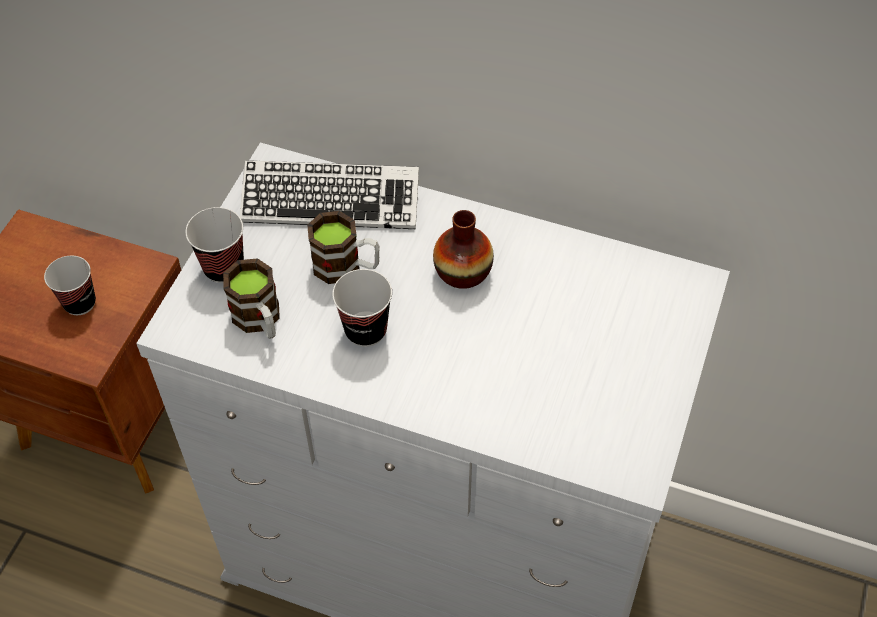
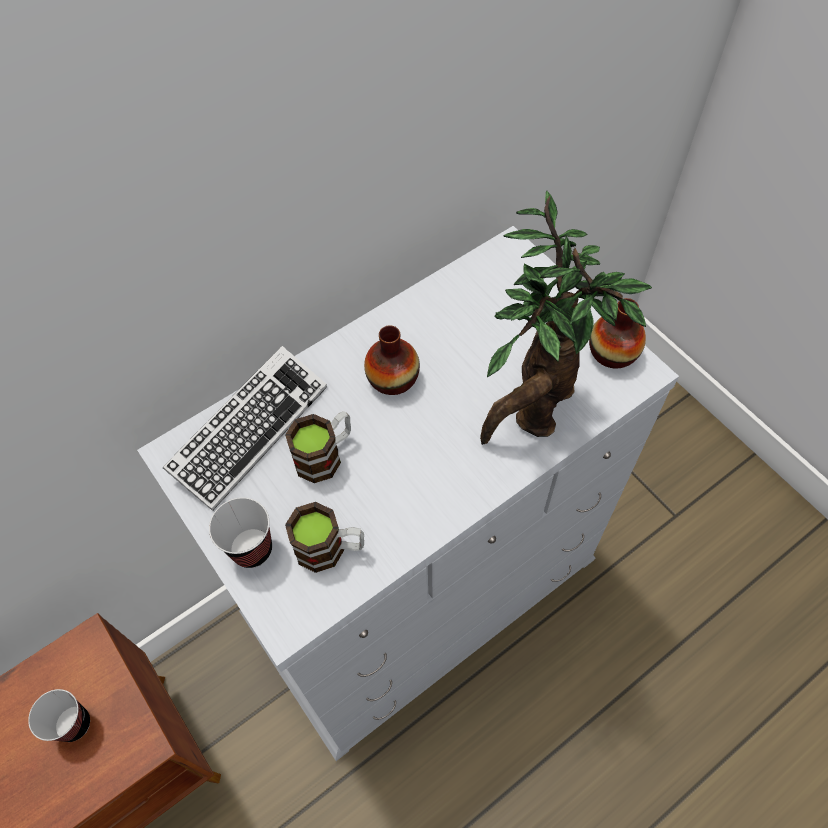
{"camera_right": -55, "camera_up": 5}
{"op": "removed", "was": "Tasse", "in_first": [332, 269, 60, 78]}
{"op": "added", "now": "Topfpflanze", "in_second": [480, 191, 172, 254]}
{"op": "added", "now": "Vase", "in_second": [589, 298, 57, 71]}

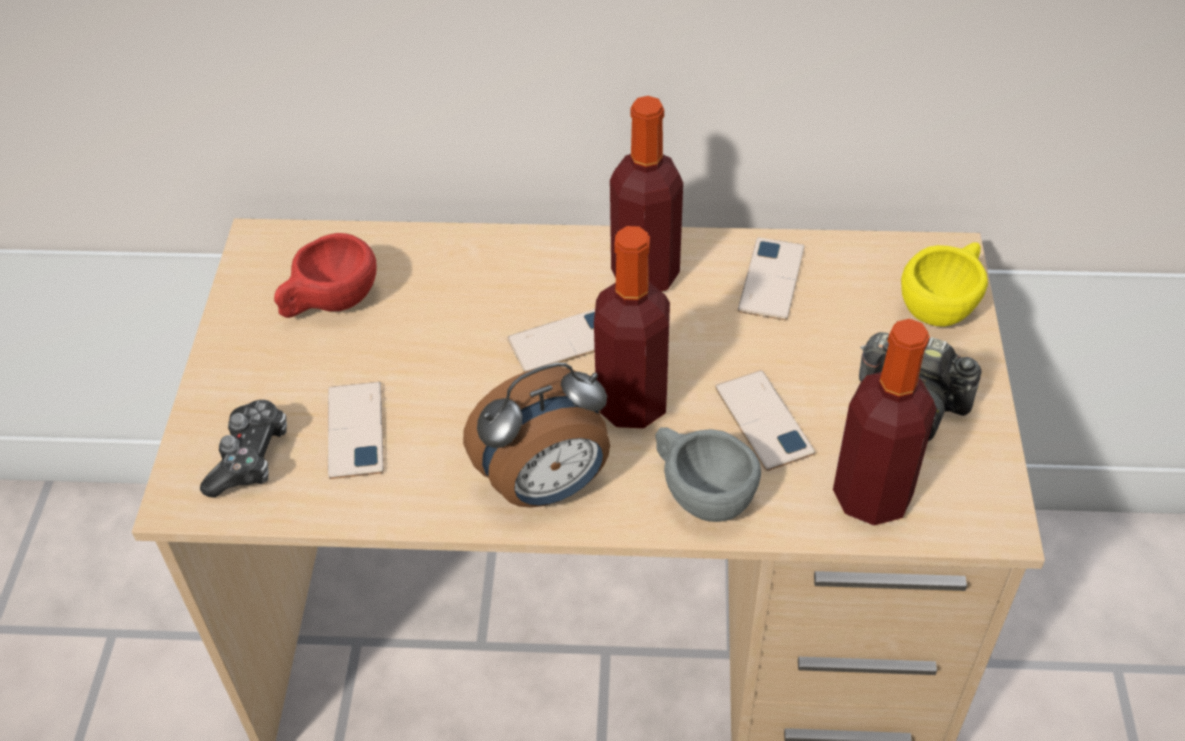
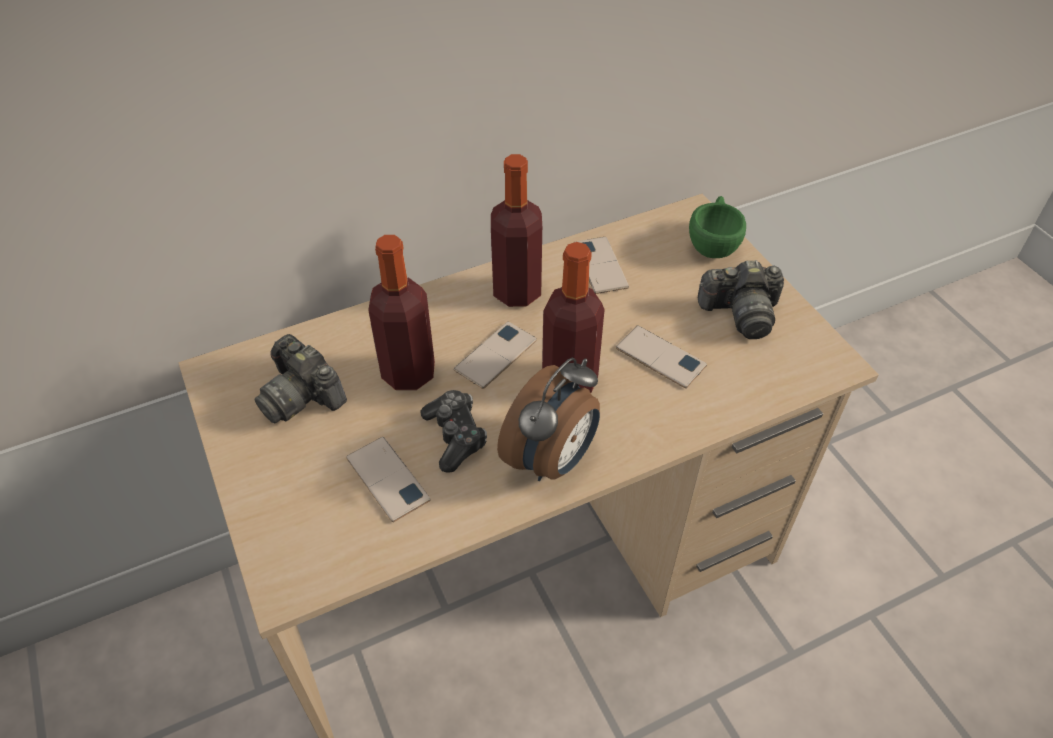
{"camera_right": -30, "camera_up": 0}
{"op": "moved", "was": "Gamepad", "in_first": [200, 400, 87, 98], "in_second": [421, 390, 66, 82]}
{"op": "replaced", "was": "Tasse [rot]", "now": "Kamera", "in_first": [274, 233, 103, 85], "in_second": [254, 334, 93, 89]}
{"op": "removed", "was": "Tasse [grau]", "in_first": [655, 427, 106, 95]}
{"op": "moved", "was": "Flasche", "in_first": [833, 319, 104, 207], "in_second": [368, 235, 67, 155]}
{"op": "recoloured", "was": "Tasse [gelb]", "now": "Tasse [grün]", "in_first": [901, 242, 87, 85], "in_second": [689, 196, 57, 62]}

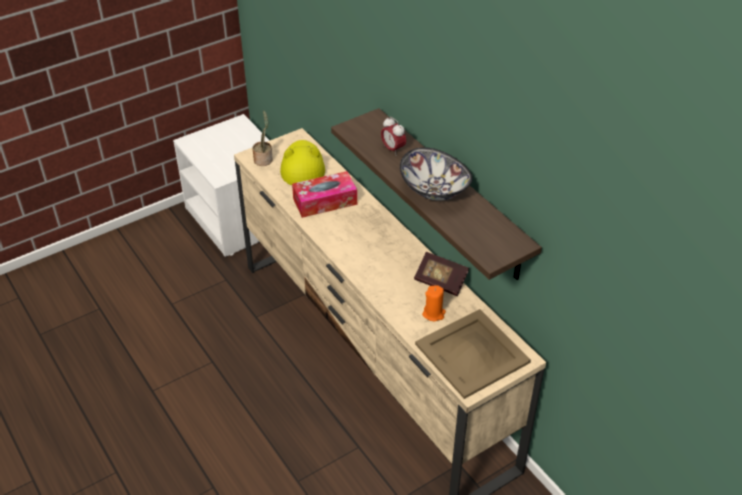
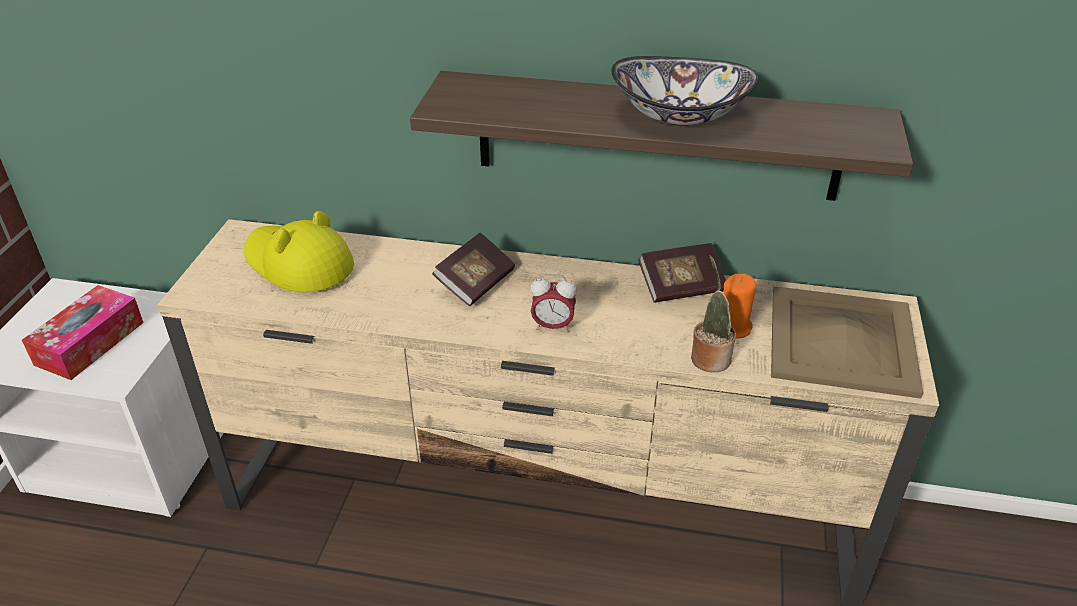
{"camera_right": -45, "camera_up": -5}
{"op": "moved", "was": "Topfpflanze", "in_first": [252, 111, 21, 55], "in_second": [691, 255, 45, 118]}
{"op": "moved", "was": "Taschentuchbox", "in_first": [292, 171, 65, 47], "in_second": [22, 285, 122, 95]}
{"op": "moved", "was": "Wecker", "in_first": [381, 117, 25, 39], "in_second": [530, 274, 47, 58]}
{"op": "added", "now": "Buch", "in_second": [432, 233, 83, 73]}

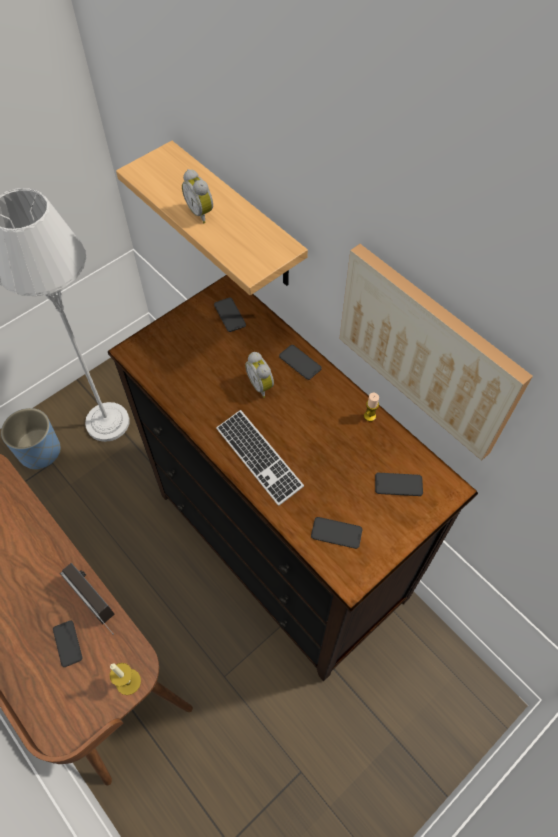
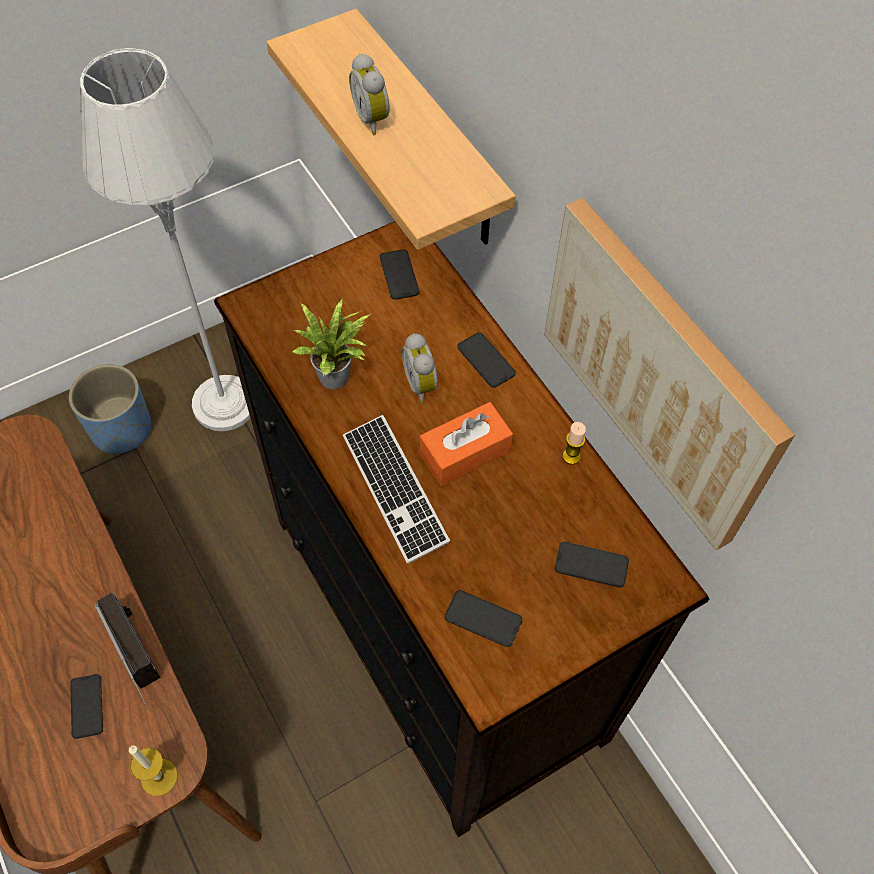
{"camera_right": 10, "camera_up": 0}
{"op": "added", "now": "Topfpflanze", "in_second": [292, 299, 79, 90]}
{"op": "added", "now": "Taschentuchbox [orange]", "in_second": [420, 402, 93, 84]}

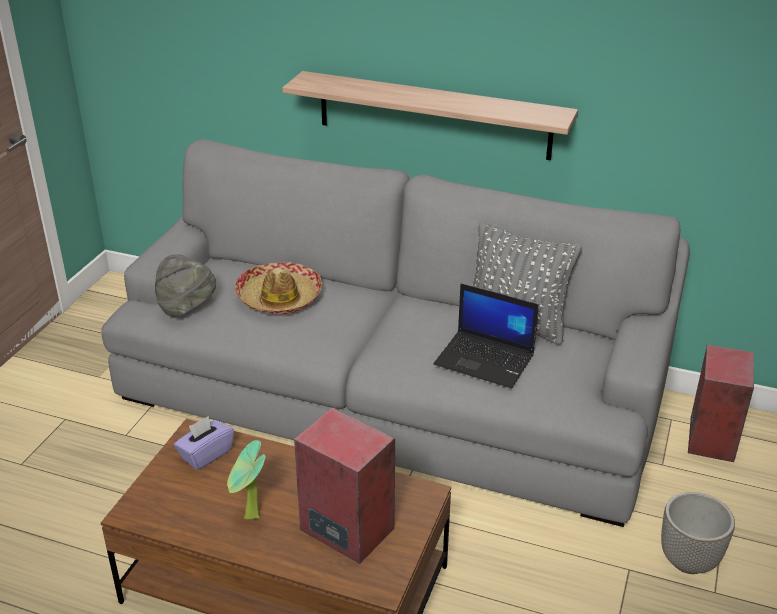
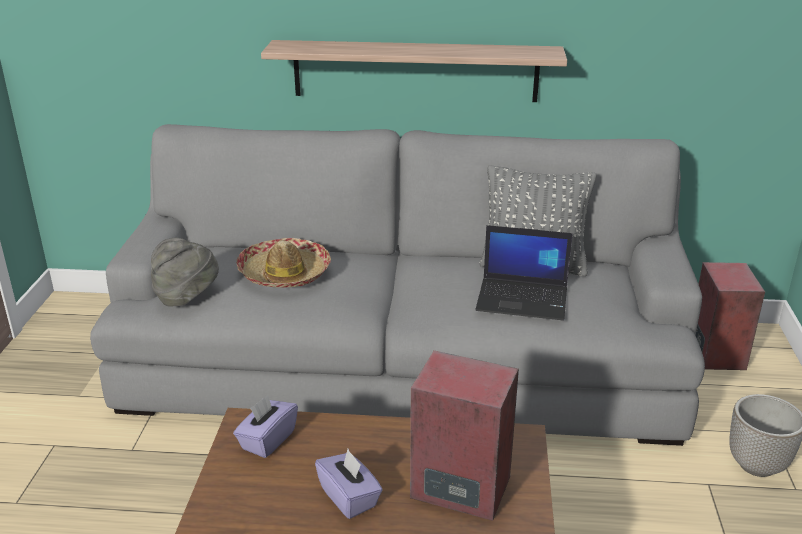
{"camera_right": -15, "camera_up": -5}
{"op": "replaced", "was": "Topfpflanze", "now": "Taschentuchbox [lila]", "in_first": [227, 440, 39, 79], "in_second": [315, 449, 68, 70]}

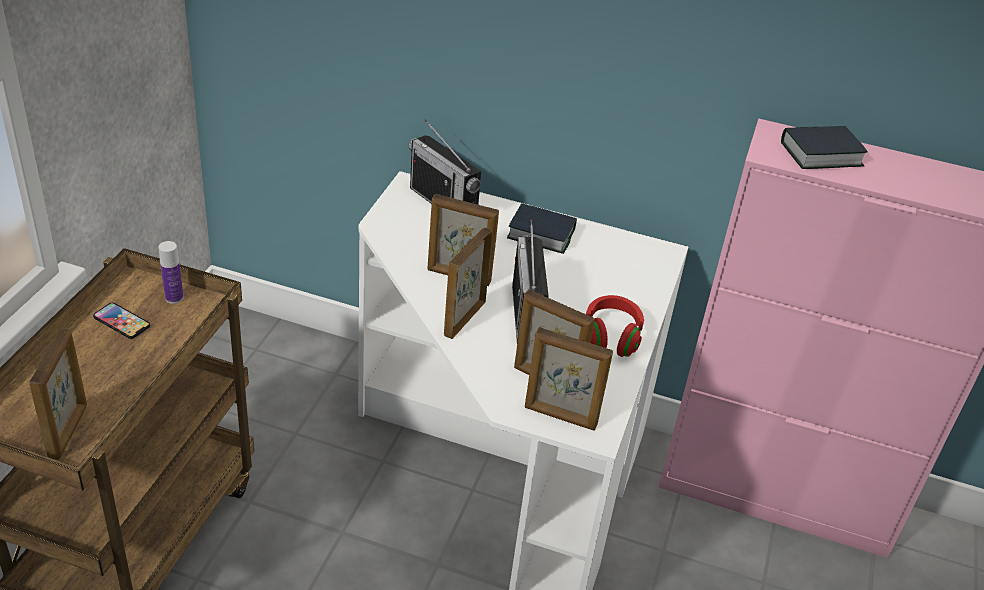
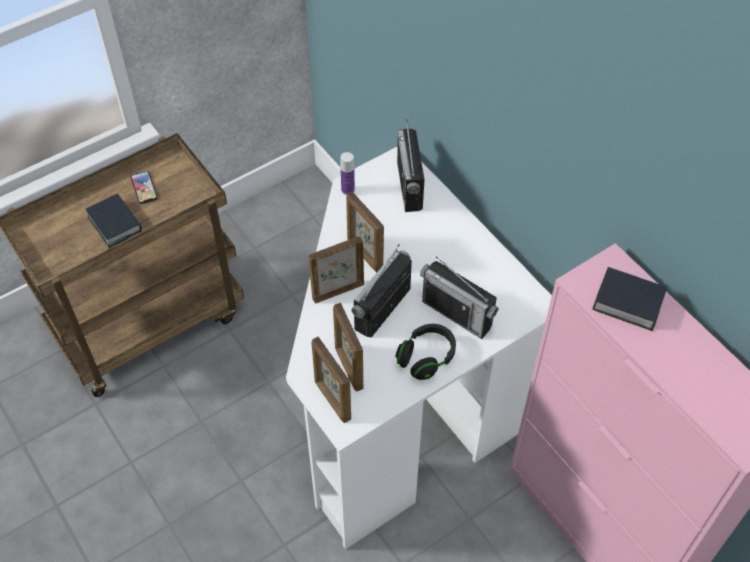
{"camera_right": 40, "camera_up": 15}
{"op": "removed", "was": "Bilderrahmen", "in_first": [29, 328, 58, 132]}
{"op": "moved", "was": "Flasche", "in_first": [158, 241, 26, 63], "in_second": [340, 152, 15, 43]}
{"op": "moved", "was": "Buch", "in_first": [507, 203, 70, 51], "in_second": [86, 194, 56, 54]}
{"op": "recoloured", "was": "Kopfhörer [rot]", "now": "Kopfhörer [schwarz]", "in_first": [586, 295, 58, 62], "in_second": [396, 324, 60, 56]}
{"op": "added", "now": "Radio", "in_second": [420, 256, 78, 83]}

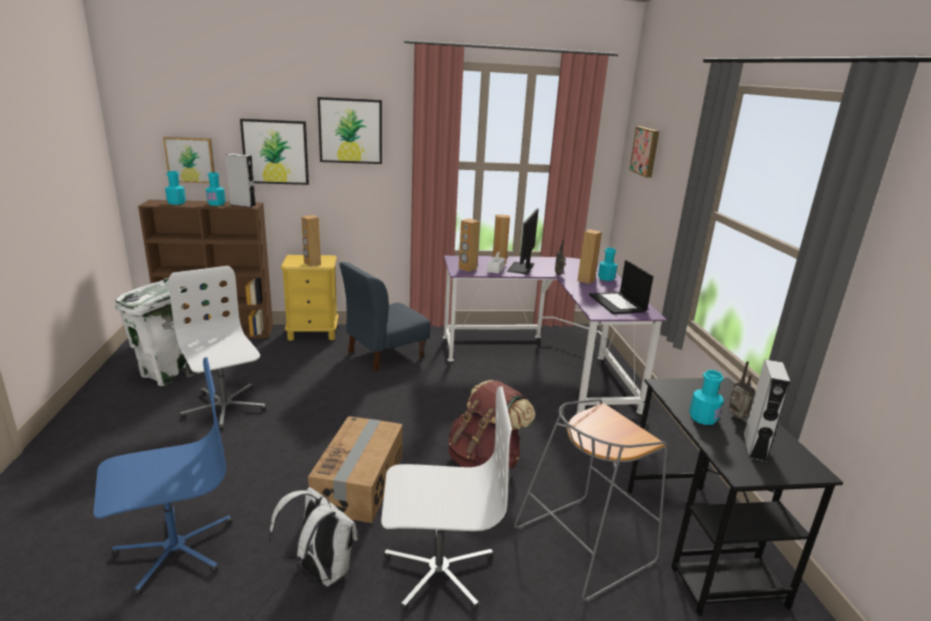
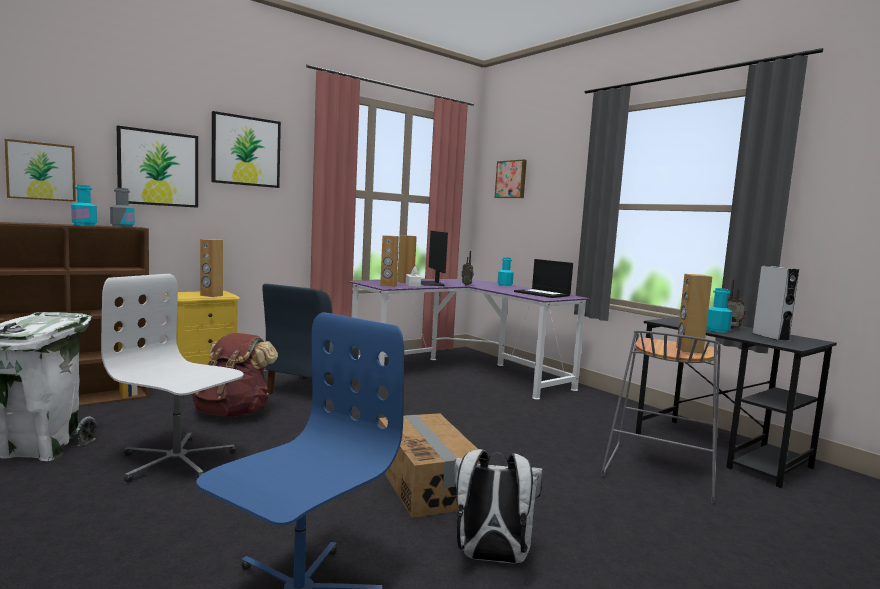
{"camera_right": -30, "camera_up": -15}
{"op": "removed", "was": "Flasche [türkis]", "in_first": [165, 171, 21, 34]}
{"op": "replaced", "was": "Lautsprecher [grau]", "now": "Flasche [grau]", "in_first": [225, 153, 31, 55], "in_second": [110, 188, 25, 39]}
{"op": "removed", "was": "Bürostuhl [weiß]", "in_first": [381, 386, 131, 225]}
{"op": "moved", "was": "Rucksack [braun]", "in_first": [448, 380, 87, 89], "in_second": [192, 333, 86, 84]}
{"op": "moved", "was": "Lautsprecher [braun]", "in_first": [578, 229, 24, 55], "in_second": [676, 274, 36, 79]}

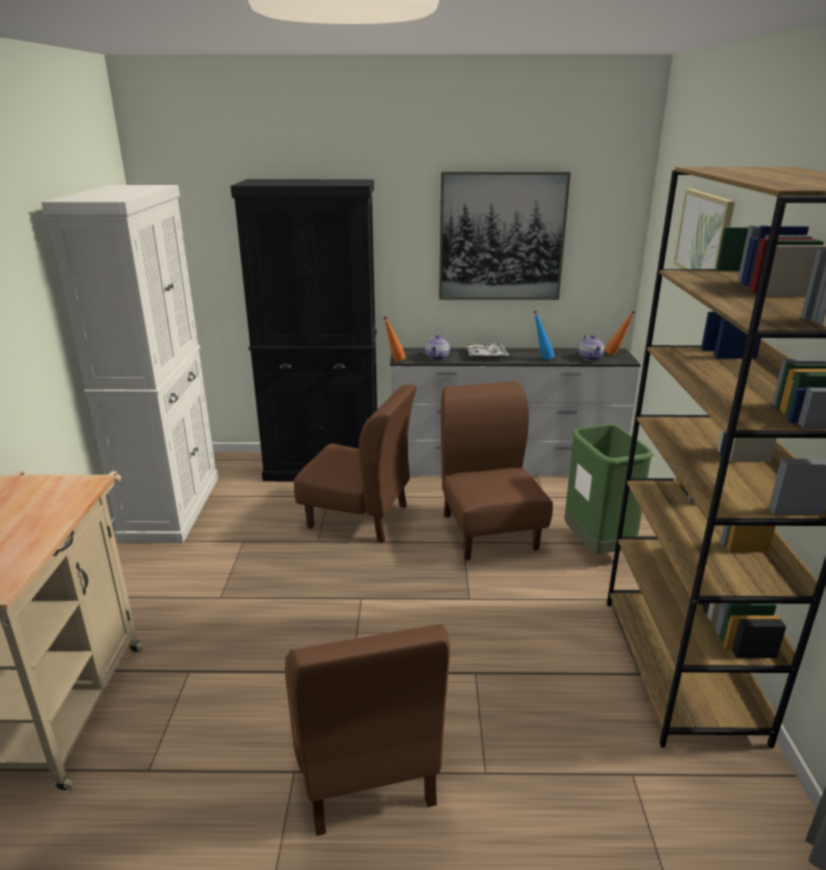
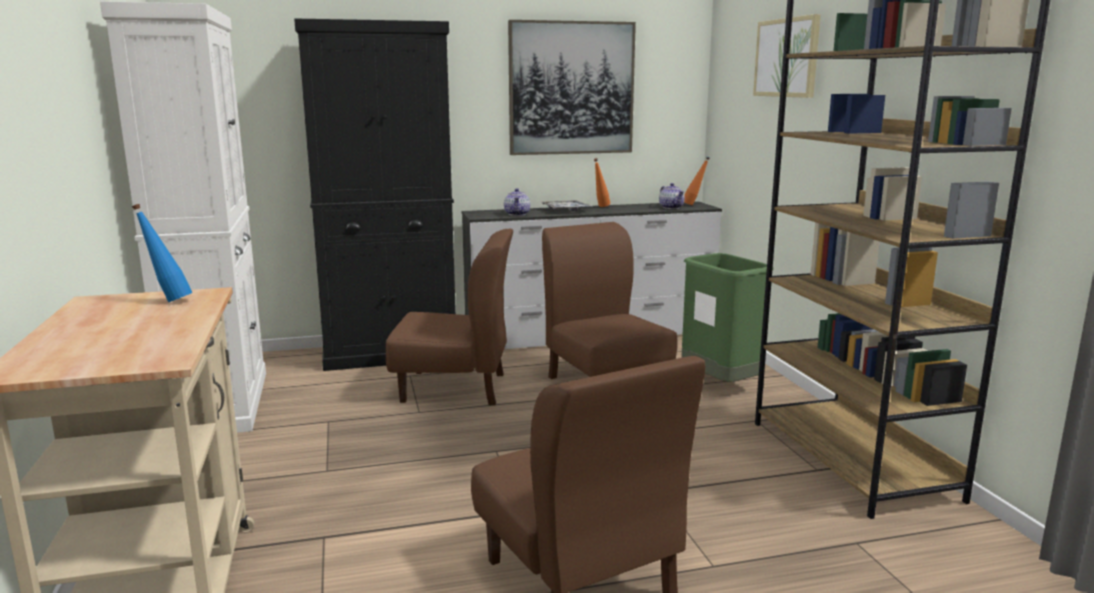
{"camera_right": -15, "camera_up": -10}
{"op": "moved", "was": "Flasche [orange]", "in_first": [383, 316, 23, 46], "in_second": [594, 158, 16, 49]}
{"op": "moved", "was": "Flasche [blau]", "in_first": [533, 310, 22, 50], "in_second": [132, 204, 60, 98]}

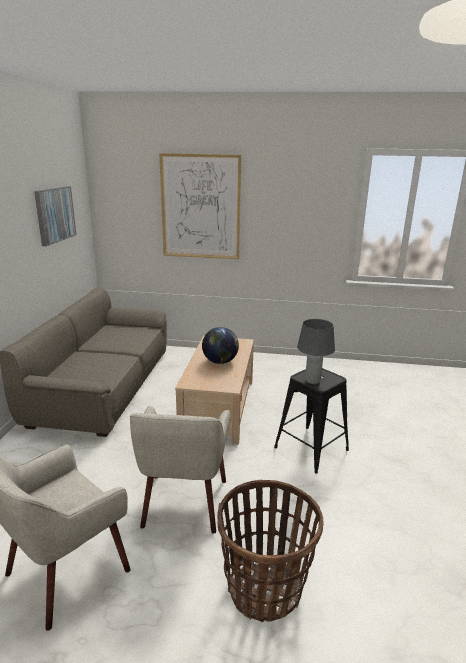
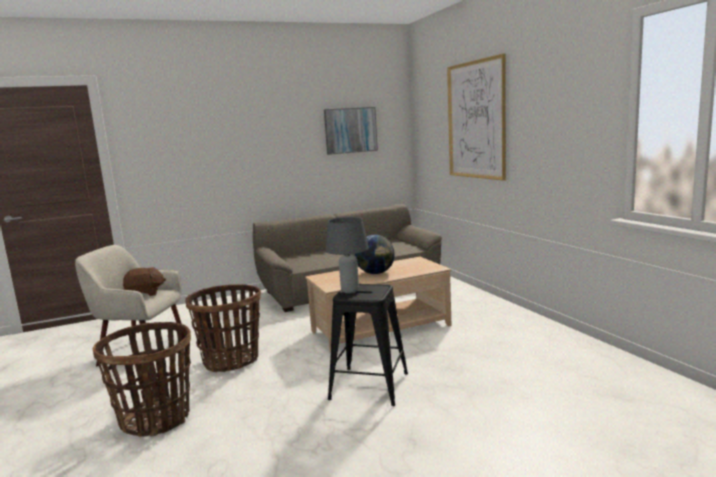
{"camera_right": 60, "camera_up": -10}
{"op": "replaced", "was": "Sessel [beige]", "now": "Korb", "in_first": [130, 406, 101, 128], "in_second": [185, 284, 76, 89]}
{"op": "added", "now": "Plüschtier [braun]", "in_second": [123, 267, 43, 29]}

